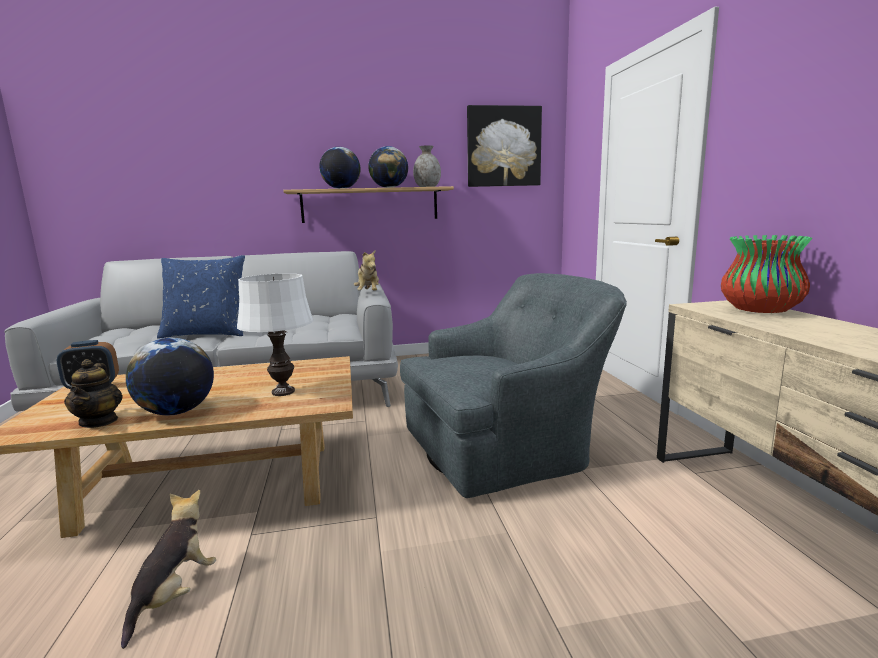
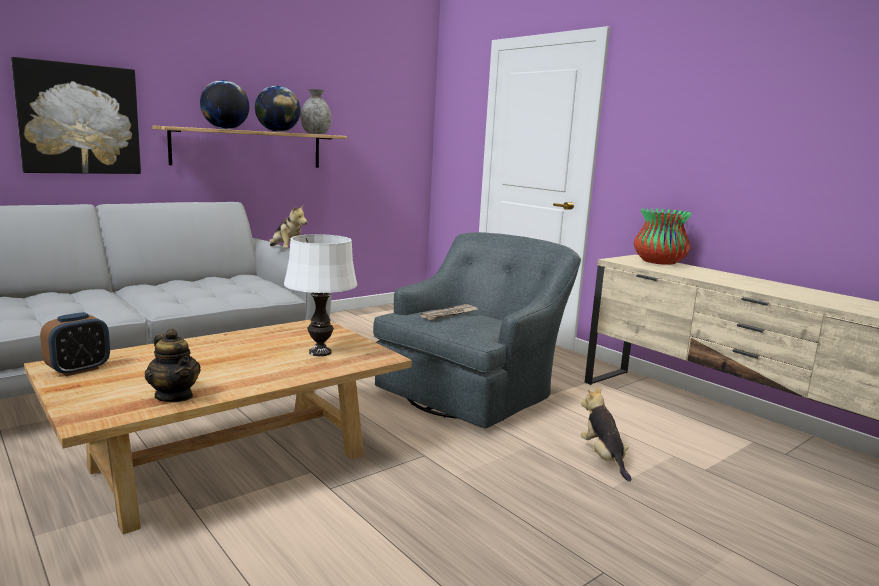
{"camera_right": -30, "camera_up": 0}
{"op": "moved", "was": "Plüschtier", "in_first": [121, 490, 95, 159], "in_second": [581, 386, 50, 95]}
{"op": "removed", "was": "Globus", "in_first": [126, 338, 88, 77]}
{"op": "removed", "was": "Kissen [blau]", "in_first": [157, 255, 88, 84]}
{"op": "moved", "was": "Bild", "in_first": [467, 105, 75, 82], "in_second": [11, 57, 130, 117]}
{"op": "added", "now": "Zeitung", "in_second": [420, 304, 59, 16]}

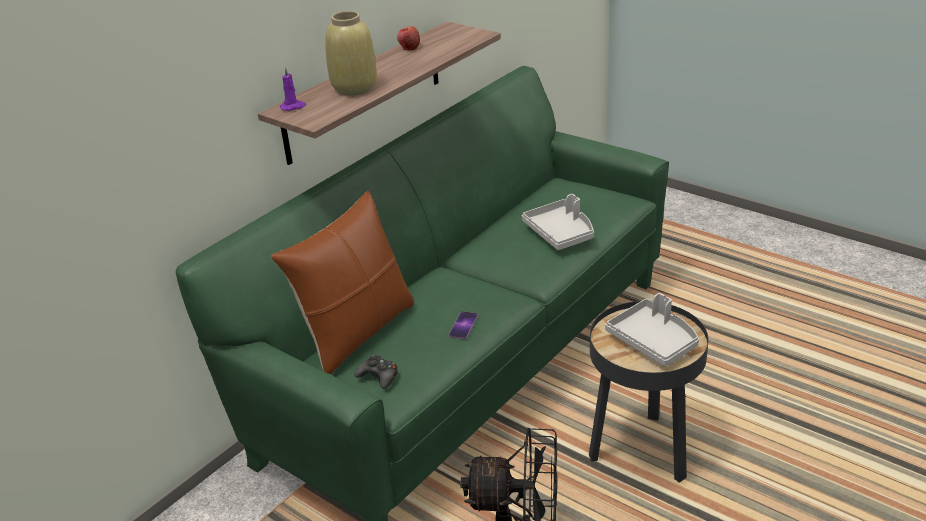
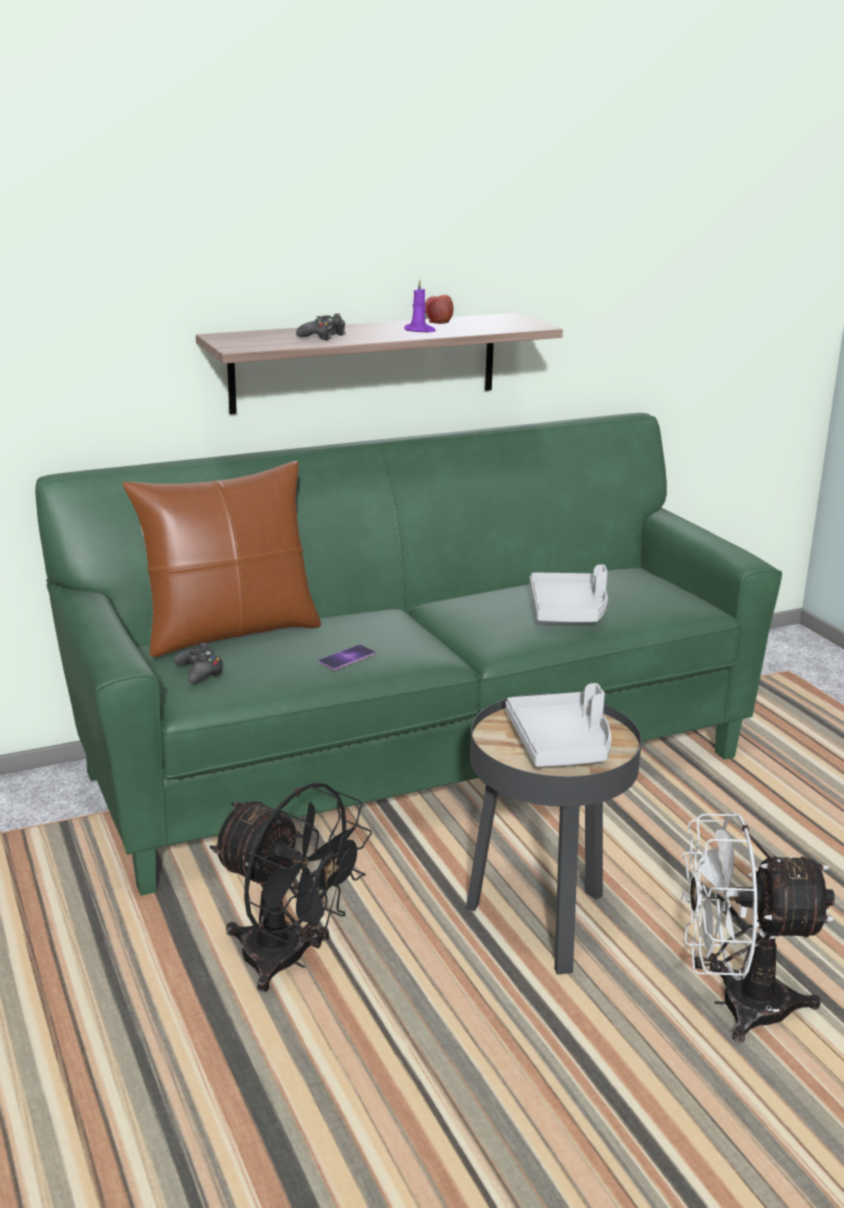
{"camera_right": 25, "camera_up": -10}
{"op": "moved", "was": "Kerze [lila]", "in_first": [280, 67, 26, 44], "in_second": [404, 279, 32, 53]}
{"op": "replaced", "was": "Vase [beige]", "now": "Gamepad [schwarz]", "in_first": [325, 11, 52, 85], "in_second": [296, 314, 50, 26]}
{"op": "added", "now": "Ventilator [weiß]", "in_second": [681, 812, 154, 231]}

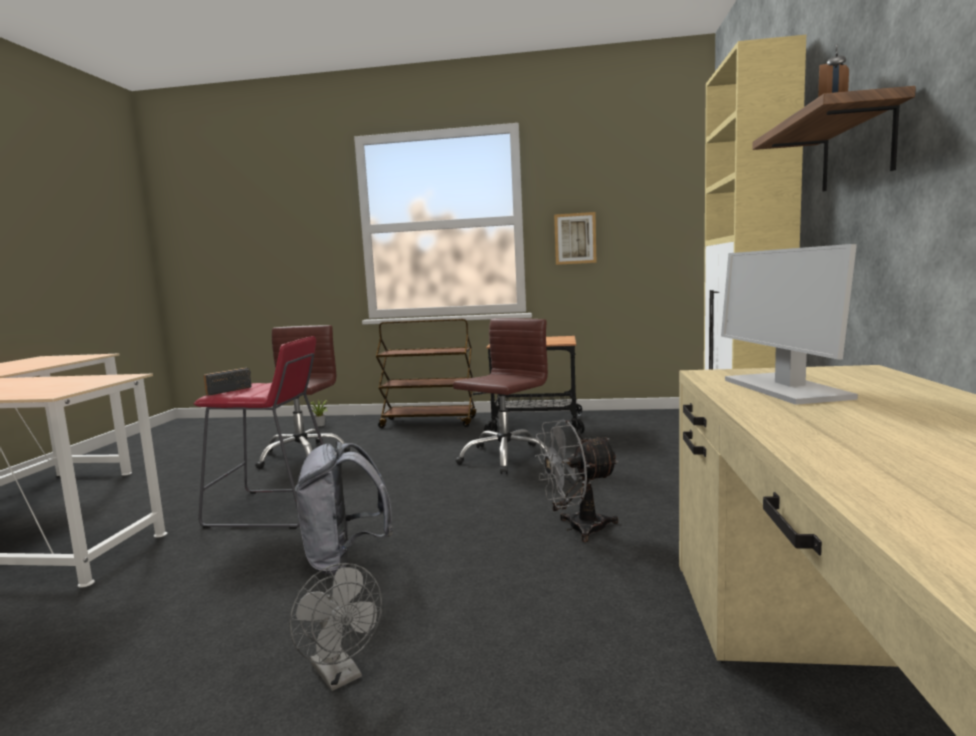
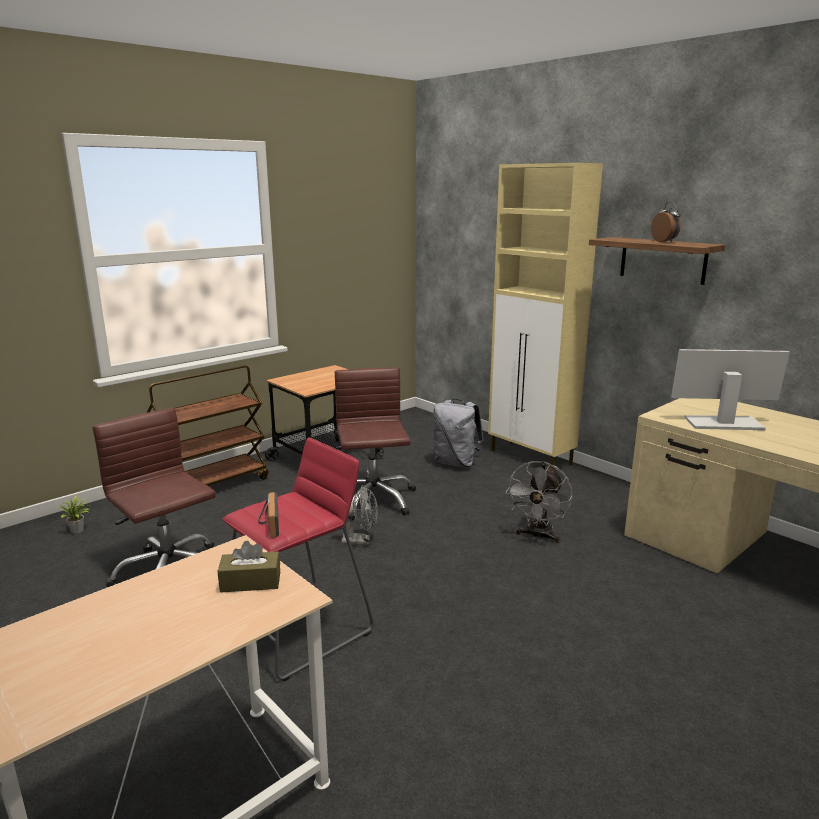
{"camera_right": -50, "camera_up": 10}
{"op": "moved", "was": "Ventilator [grau]", "in_first": [289, 563, 93, 128], "in_second": [341, 485, 37, 60]}
{"op": "moved", "was": "Rucksack [grau]", "in_first": [295, 441, 98, 133], "in_second": [433, 399, 51, 69]}
{"op": "removed", "was": "Bild", "in_first": [554, 212, 43, 53]}
{"op": "turned", "was": "Monitor", "in_first": [721, 244, 137, 161], "in_second": [671, 349, 119, 81], "clockwise": 150}
{"op": "added", "now": "Taschentuchbox [braun]", "in_second": [218, 541, 62, 52]}

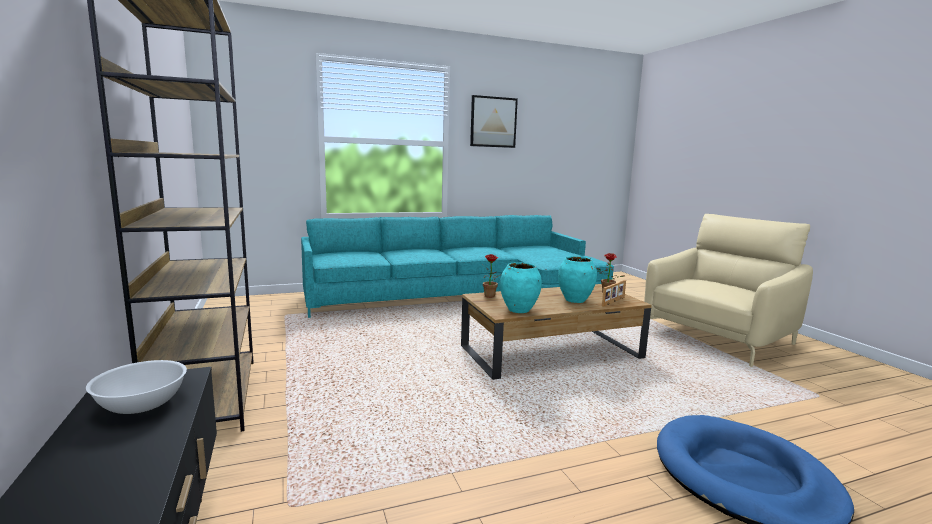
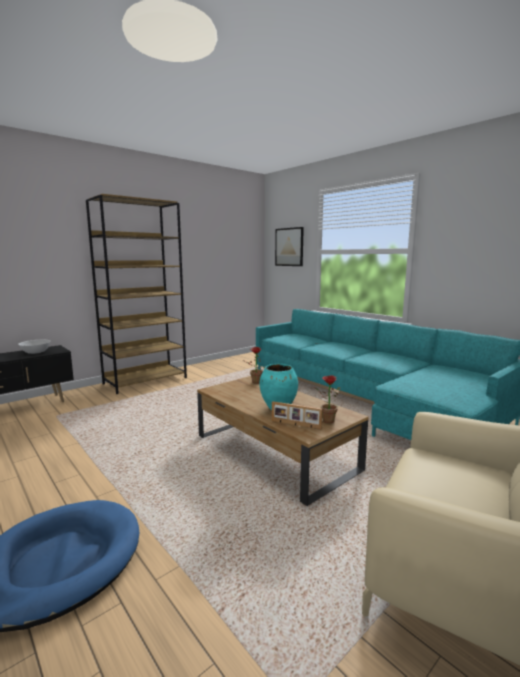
{"camera_right": 70, "camera_up": 0}
{"op": "moved", "was": "Bild", "in_first": [470, 95, 48, 53], "in_second": [275, 227, 29, 39]}
{"op": "removed", "was": "Vase [türkis]", "in_first": [500, 262, 42, 51]}

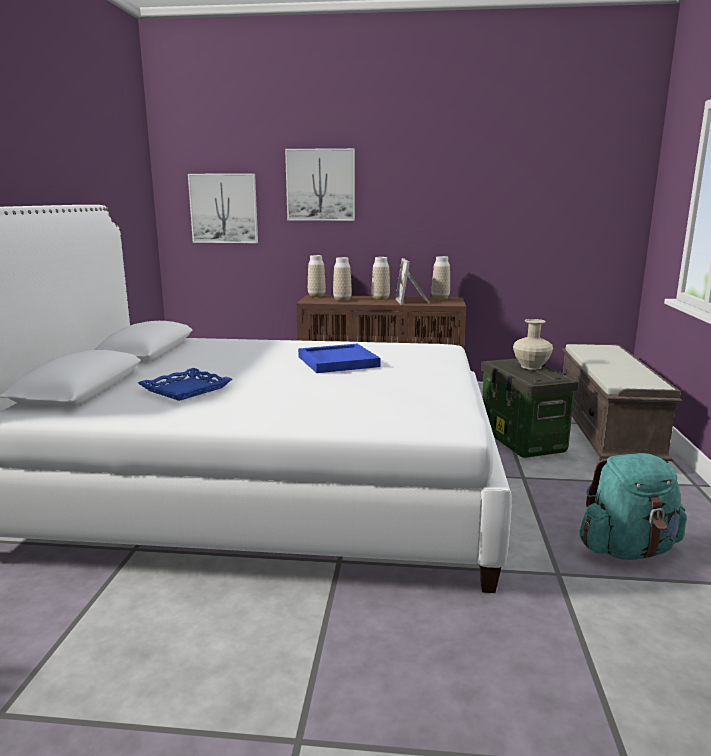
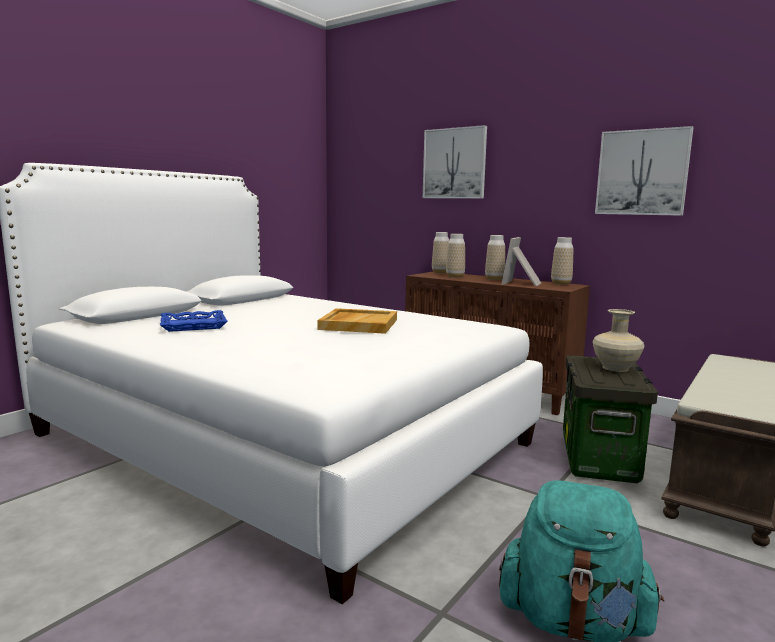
{"camera_right": 30, "camera_up": -5}
{"op": "moved", "was": "Bild", "in_first": [188, 173, 70, 70], "in_second": [595, 126, 99, 90]}
{"op": "recoloured", "was": "Tablett [blau]", "now": "Tablett [beige]", "in_first": [298, 344, 83, 29], "in_second": [317, 308, 80, 26]}

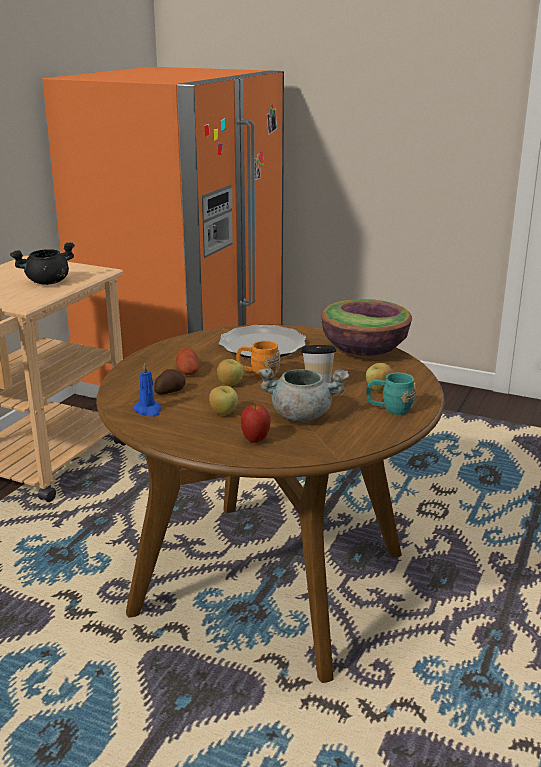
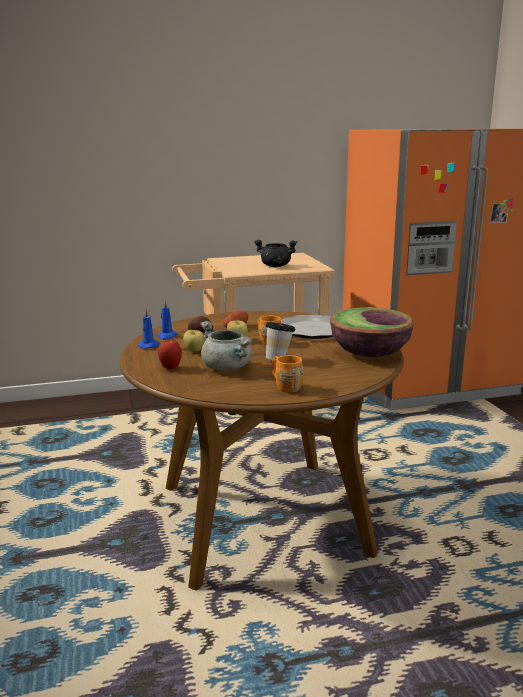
{"camera_right": 50, "camera_up": -5}
{"op": "removed", "was": "Apfel", "in_first": [366, 363, 26, 29]}
{"op": "recoloured", "was": "Henkelbecher [türkis]", "now": "Henkelbecher [orange]", "in_first": [366, 373, 50, 42], "in_second": [272, 355, 32, 38]}
{"op": "added", "now": "Kerze [blau]", "in_second": [138, 309, 23, 40]}

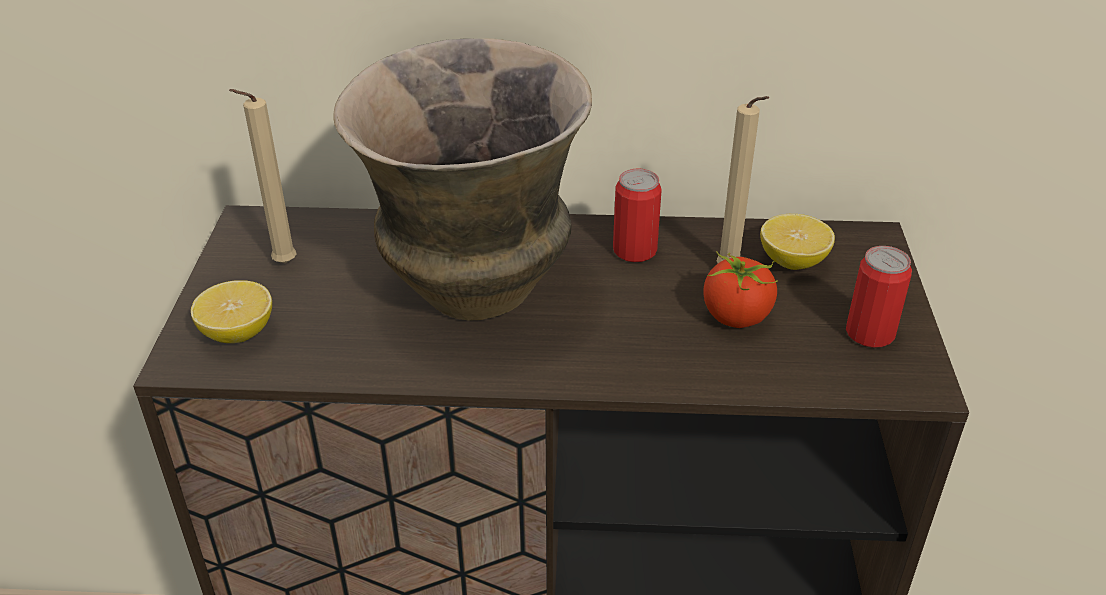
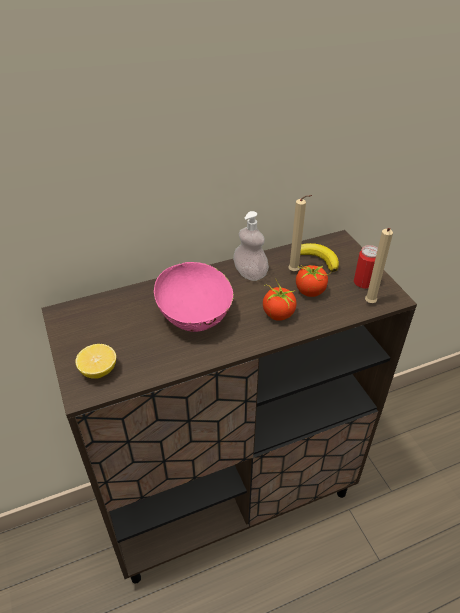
{"camera_right": -25, "camera_up": 5}
{"op": "moved", "was": "Kerze [beige]", "in_first": [229, 89, 68, 174], "in_second": [365, 228, 28, 75]}
{"op": "replaced", "was": "Vase", "now": "Schüssel [rosa]", "in_first": [334, 38, 258, 282], "in_second": [154, 262, 80, 70]}
{"op": "replaced", "was": "Dose", "now": "Seifenspender", "in_first": [613, 169, 49, 93], "in_second": [233, 211, 36, 70]}
{"op": "replaced", "was": "Zitrone", "now": "Banane", "in_first": [760, 214, 75, 56], "in_second": [300, 243, 39, 29]}
{"op": "added", "now": "Tomate", "in_second": [263, 280, 33, 41]}

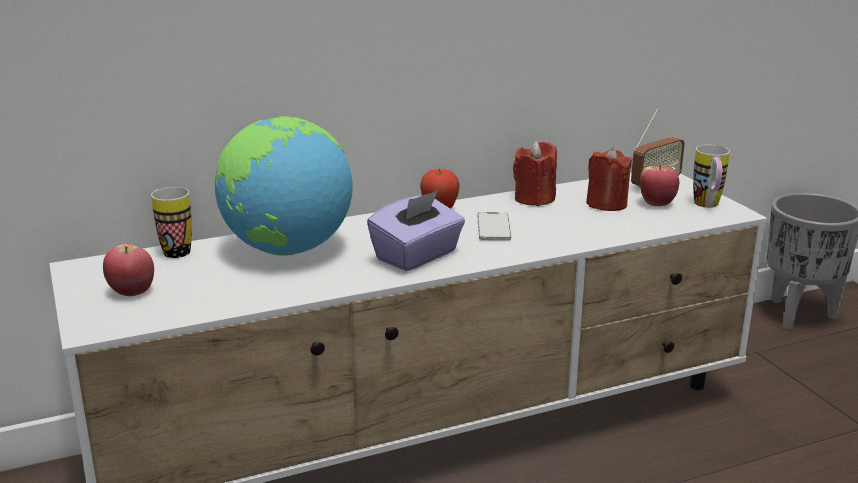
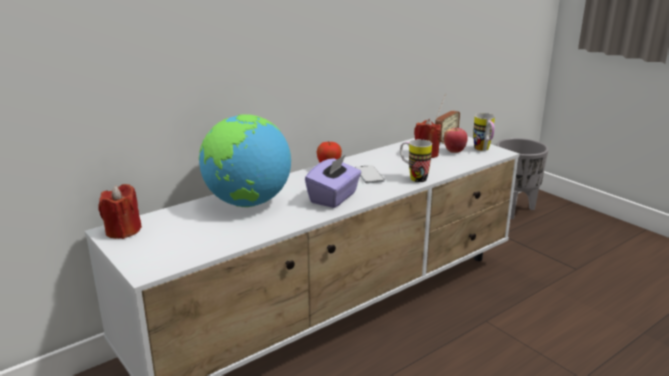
{"camera_right": -15, "camera_up": 0}
{"op": "removed", "was": "Apfel", "in_first": [103, 244, 51, 52]}
{"op": "moved", "was": "Henkelbecher", "in_first": [151, 187, 41, 71], "in_second": [400, 139, 32, 43]}
{"op": "moved", "was": "Kerze [rot]", "in_first": [513, 141, 44, 65], "in_second": [98, 184, 44, 55]}

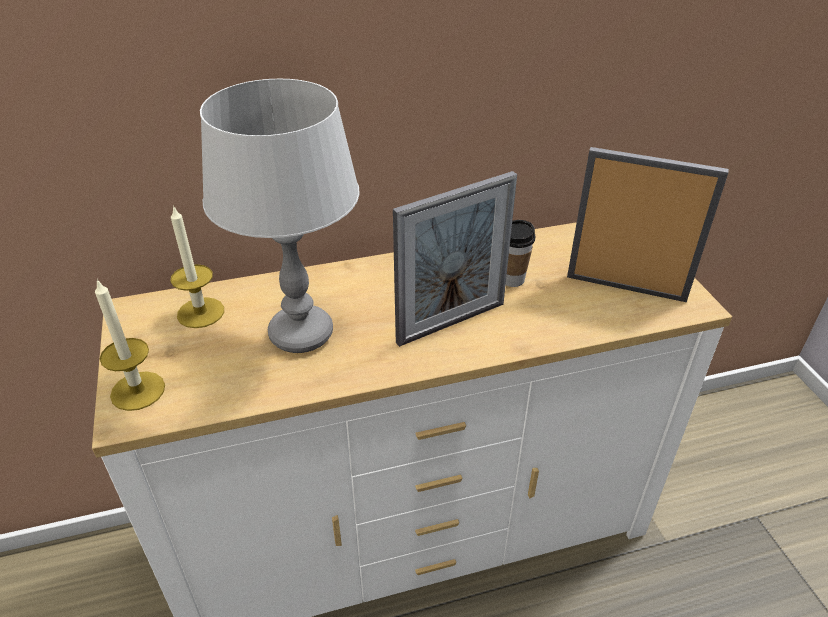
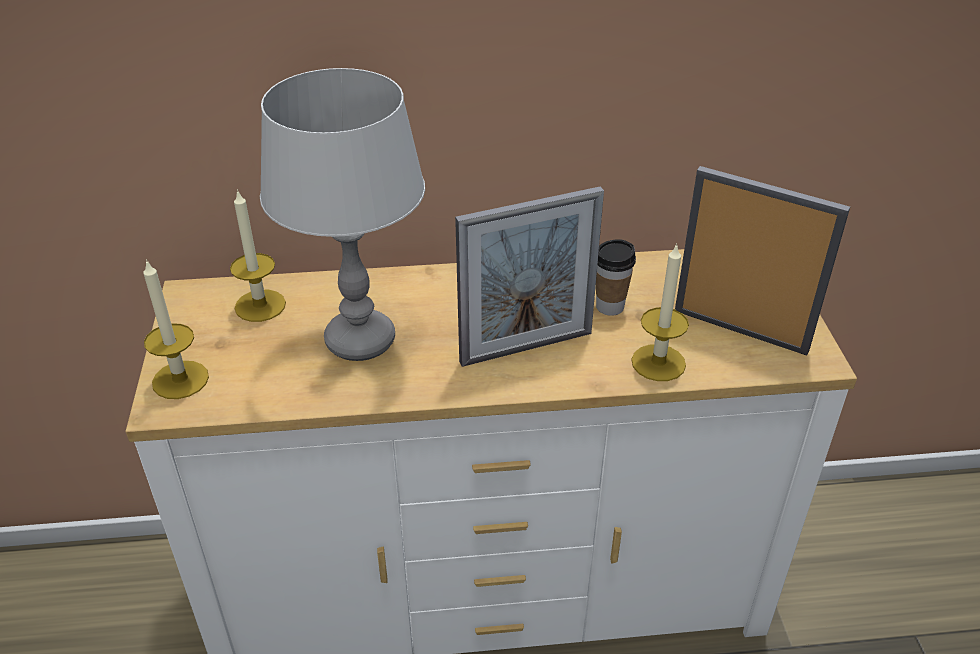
{"camera_right": 10, "camera_up": 0}
{"op": "added", "now": "Kerze", "in_second": [631, 243, 58, 138]}

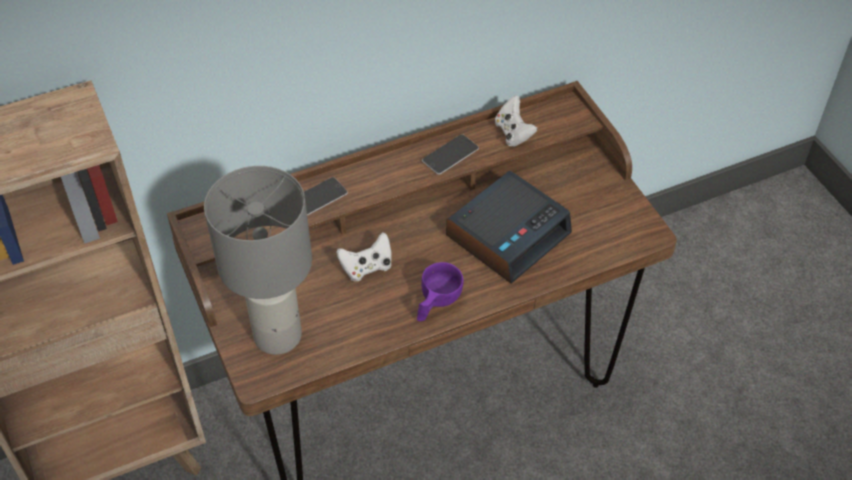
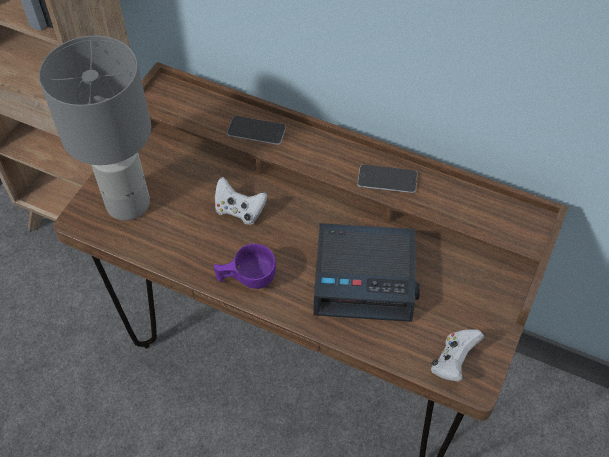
{"camera_right": 50, "camera_up": 5}
{"op": "moved", "was": "Gamepad [weiß]", "in_first": [495, 96, 42, 51], "in_second": [431, 329, 53, 53]}

